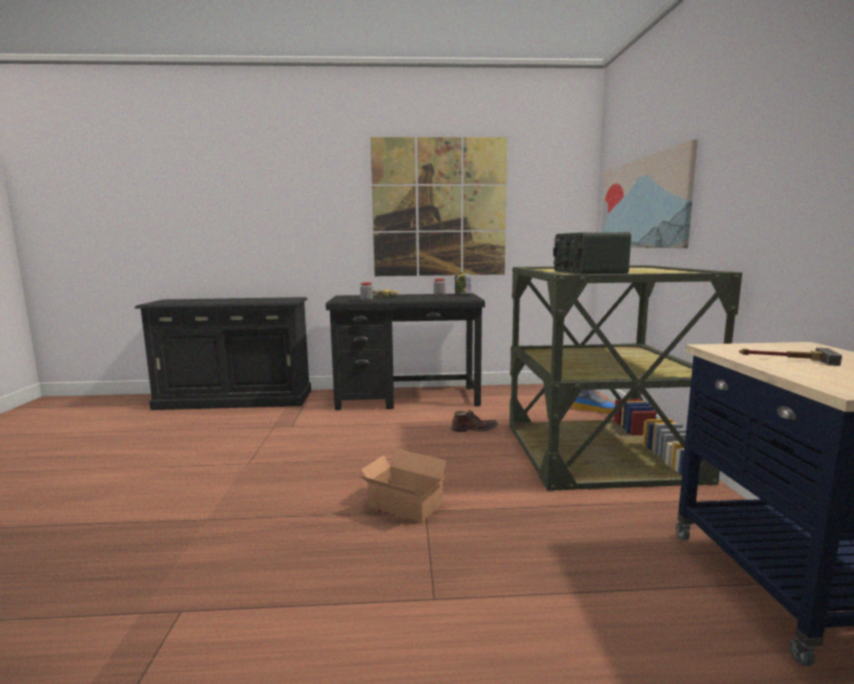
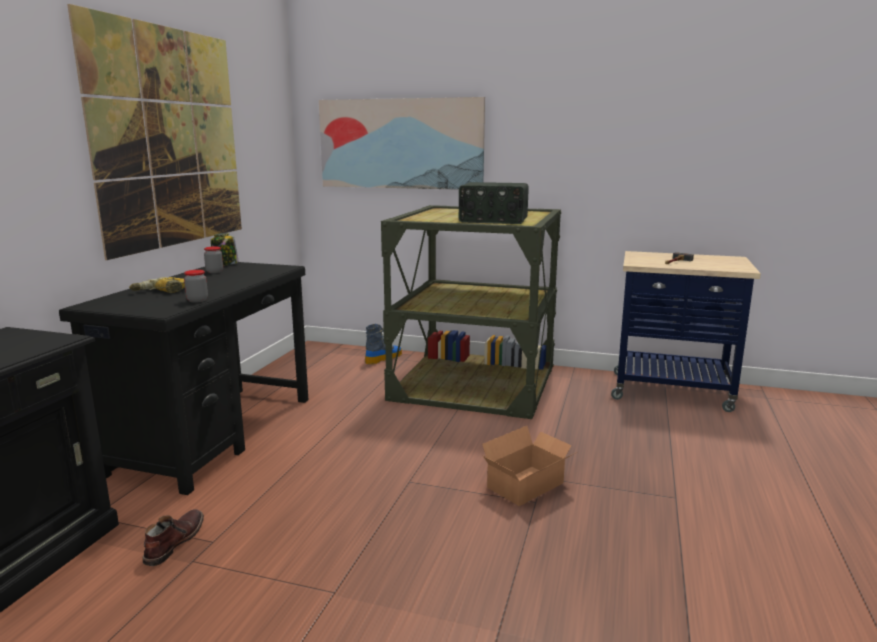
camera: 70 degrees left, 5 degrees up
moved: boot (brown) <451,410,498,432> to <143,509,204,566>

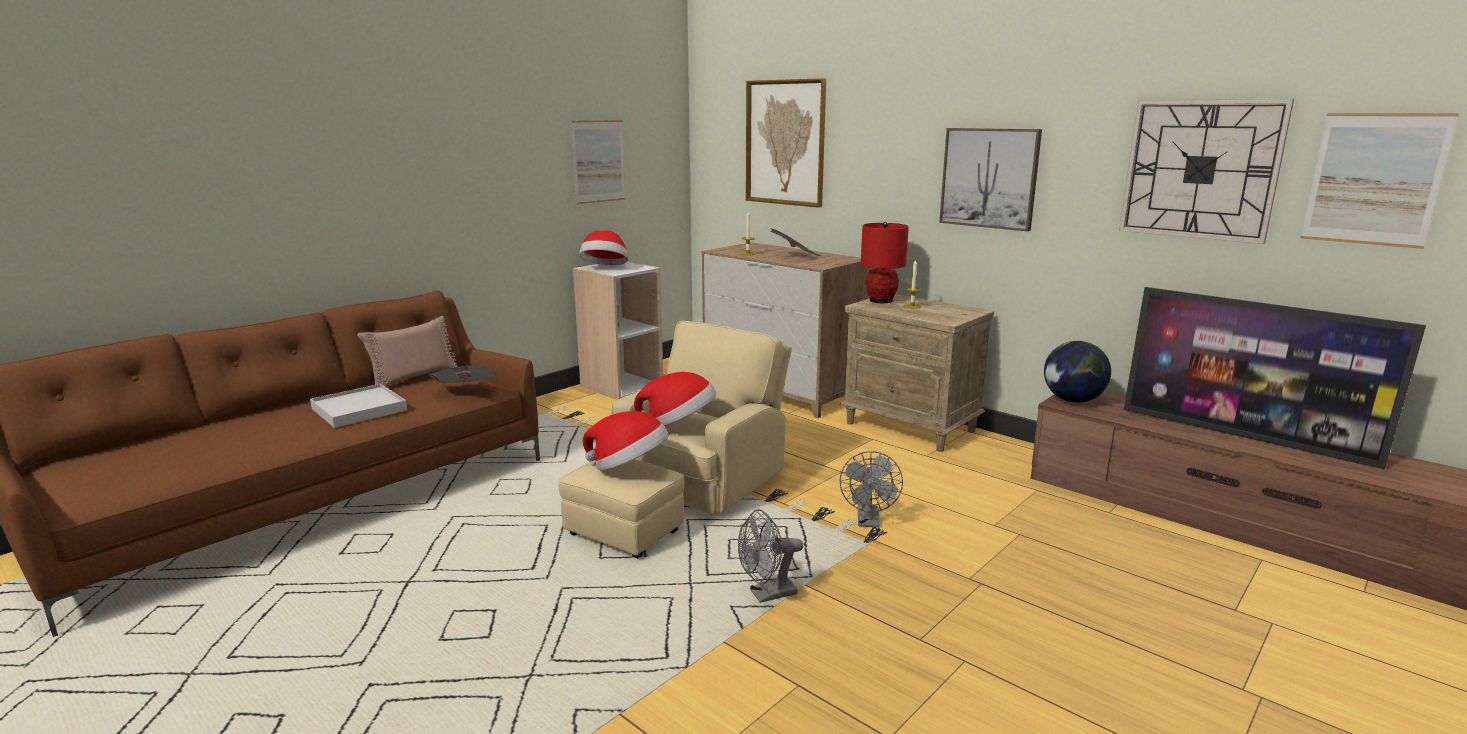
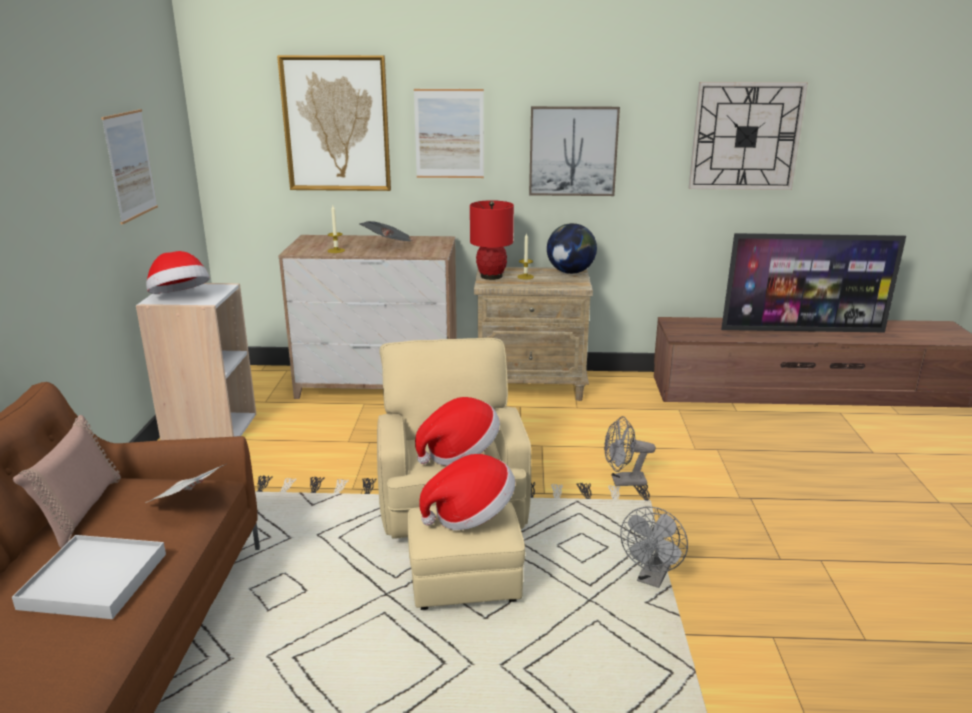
camera: 40 degrees left, 5 degrees up
moved: wall picture <1301,113,1459,249> to <414,89,484,178>; world globe <1044,341,1111,403> to <547,223,597,274>
turned: electric fan (greyish) <840,451,903,528> = <604,416,656,486> 120 degrees clockwise

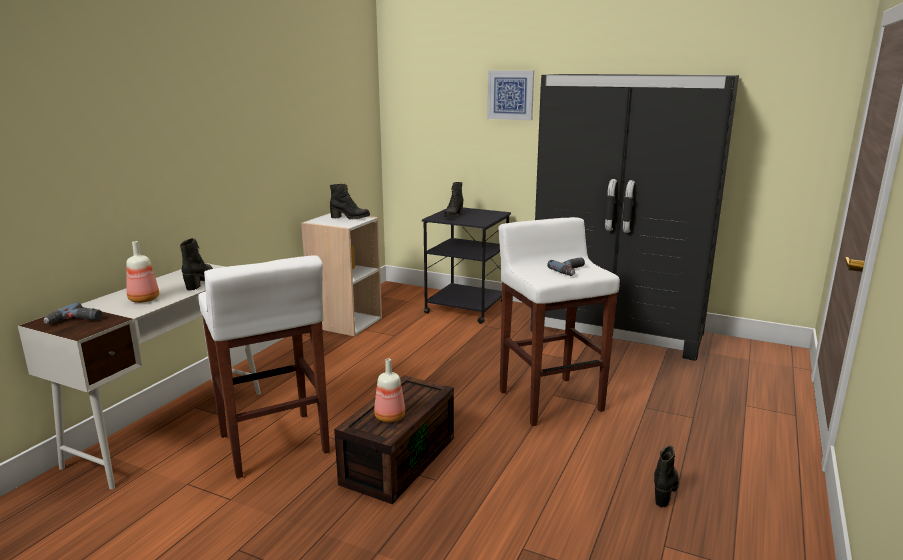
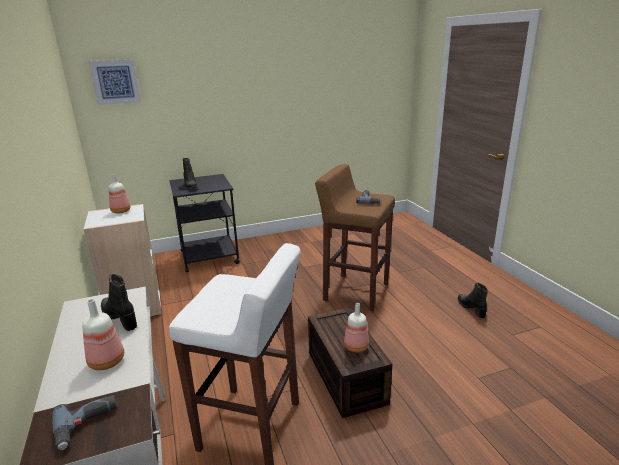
camera: 45 degrees left, 5 degrees up
removed: storage cabinet (black-coloured) <530,74,739,361>
moved: wall picture <487,70,534,121> to <89,59,141,105>
replaced: boot (black-coloured) <330,184,370,220> to drink bottle <109,173,130,213>
recoloured: sitting stool (white) <498,217,620,426> to sitting stool (brown) <315,164,395,311>

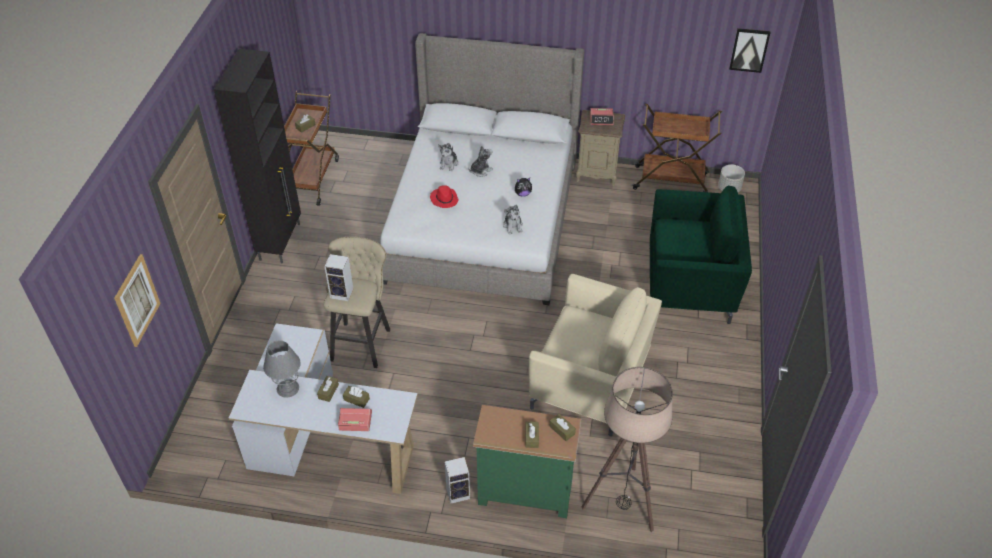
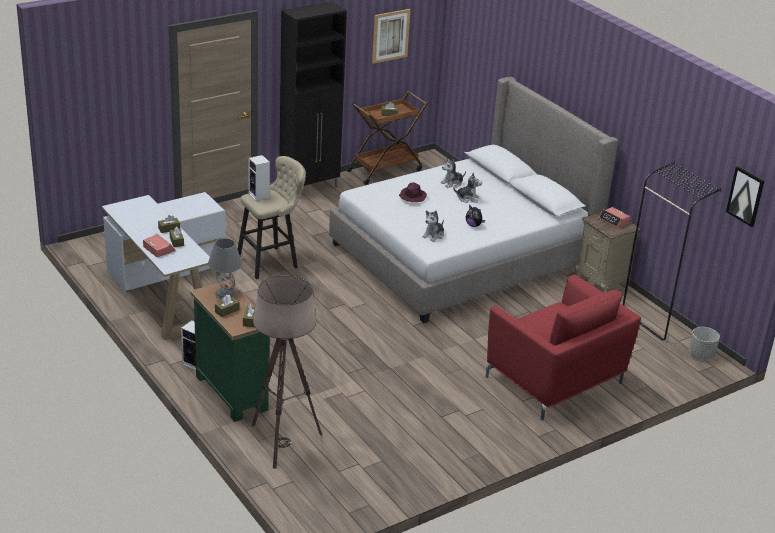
camera: 45 degrees right, 15 degrees down
removed: lounge chair (sand-coloured) <529,274,662,436>
moved: wall picture <114,254,161,347> to <372,9,411,64>; lamp for a table (greyish) <263,340,301,398> to <208,238,242,299>
replaced: cart (brown) <631,104,722,192> to garment rack (black-coloured) <623,161,721,340>
recoloured: clothing hat (reddish) <430,185,458,208> to clothing hat (purple) <399,182,427,202>; lounge chair (greenish) <650,186,752,324> to lounge chair (reddish) <485,275,641,421>

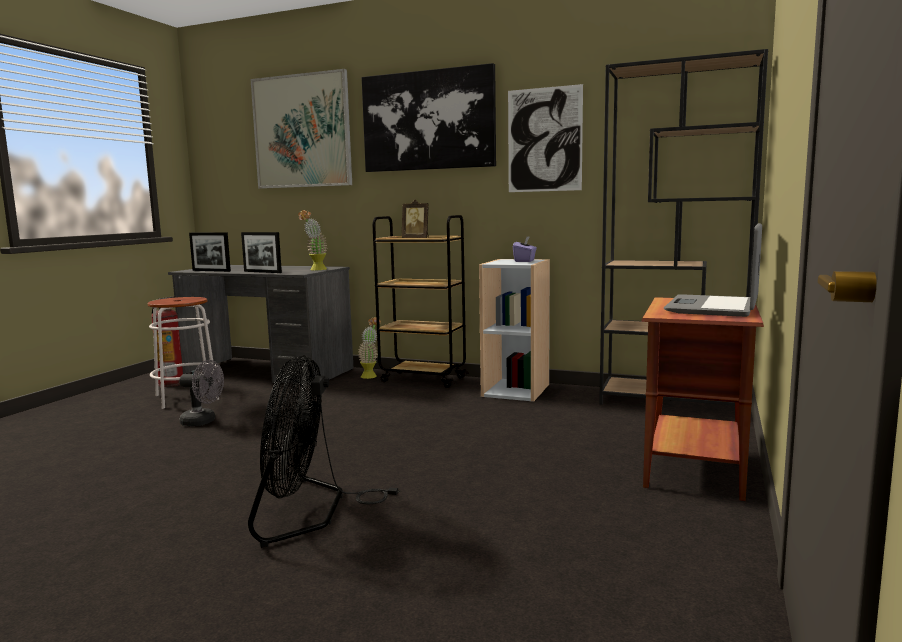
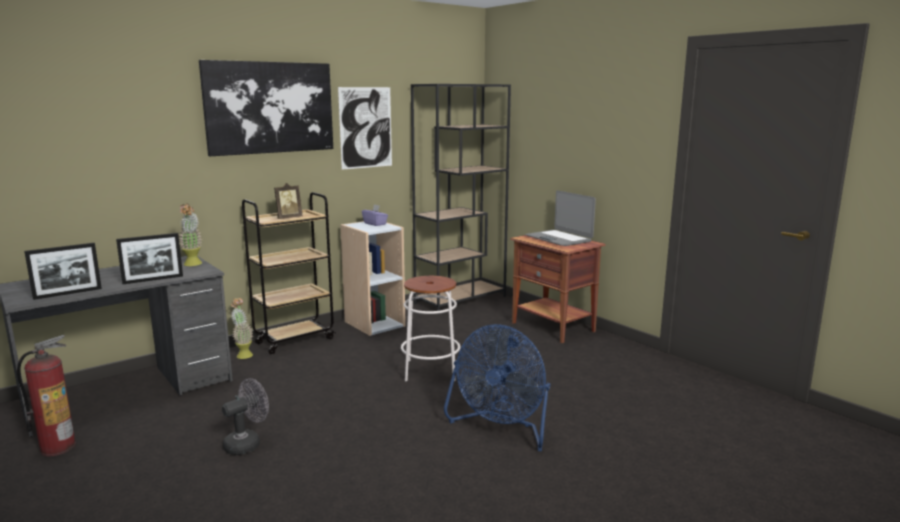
camera: 60 degrees left, 5 degrees up
removed: wall picture <250,69,352,189>
moved: sitting stool (white) <148,297,219,409> to <401,276,460,381>
recoloured: electric fan (black-coloured) <248,355,401,548> to electric fan (blue) <444,324,550,451>

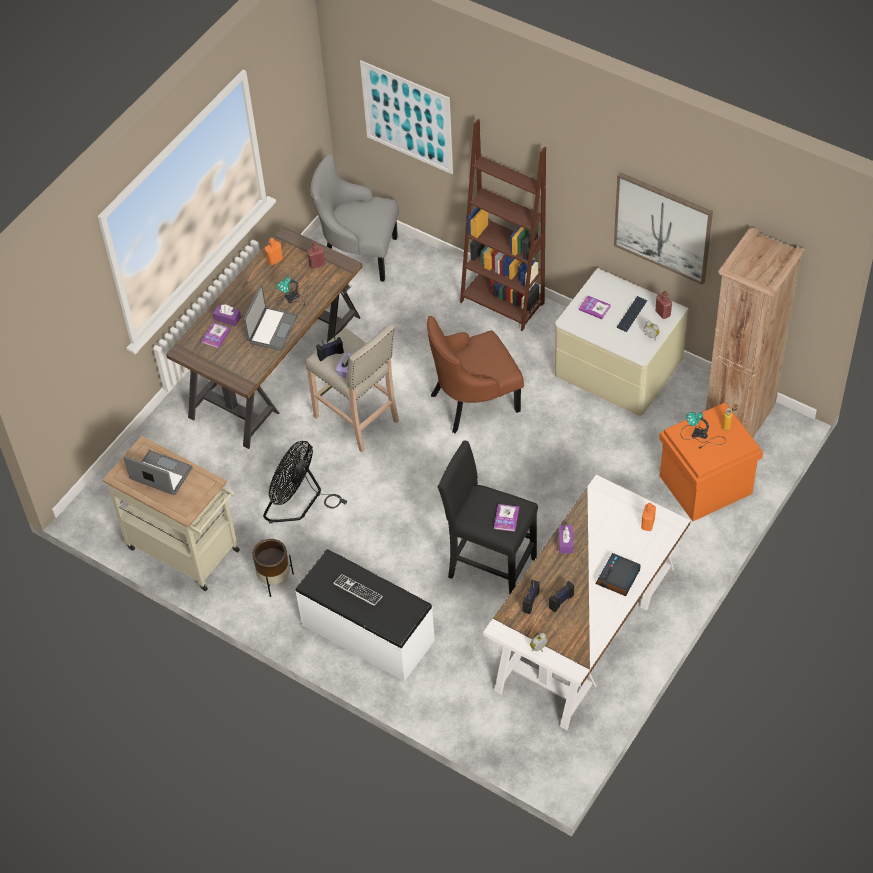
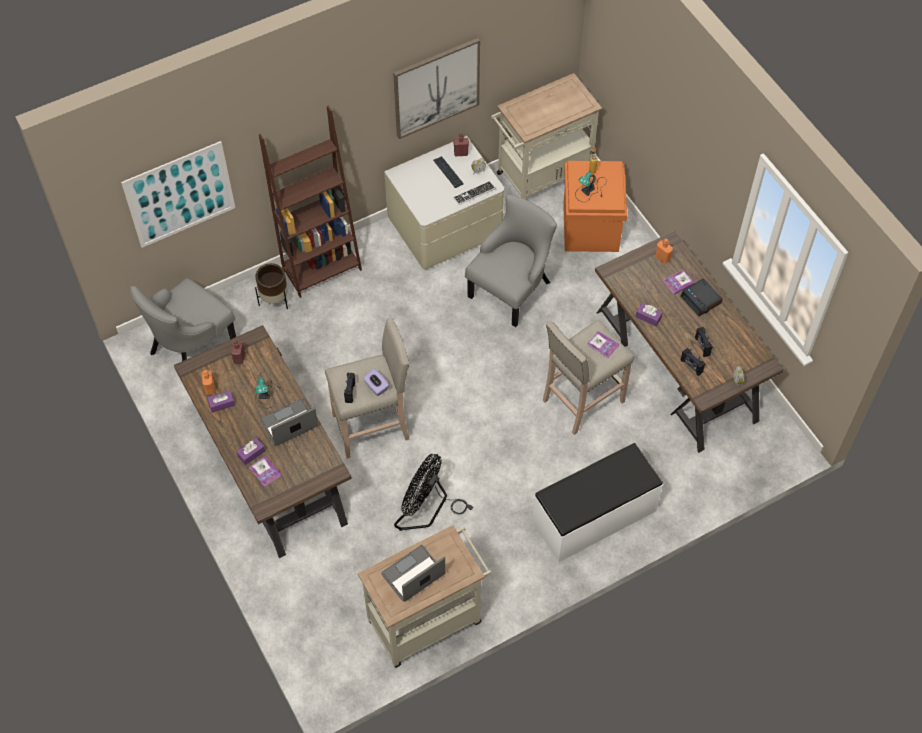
camera: 65 degrees left, 5 degrees up
removed: upright chair (brown) <427,316,524,433>
added: upright chair (greyish) <465,194,557,327>; tissue holder (purple) <207,390,235,413>
moved: volume <579,296,611,319> to <663,270,695,295>; flower pot (brown) <253,539,294,597> to <255,263,288,310>; computer keyboard <333,574,383,606> to <453,181,495,205>
replaced: storage cabinet (brown) <706,227,805,438> to cart (sand-coloured) <491,73,602,199>
recoloured: sitting stool (black-coloured) <438,441,538,595> to sitting stool (sand-coloured) <543,320,634,435>; desk unit (white) <483,475,691,730> to desk unit (brown) <595,231,784,453>
turned: portable computer <243,285,298,351> = <260,399,318,446> 75 degrees counterclockwise; electric fan (black-coloured) <263,441,347,523> = <394,454,473,531> 60 degrees clockwise

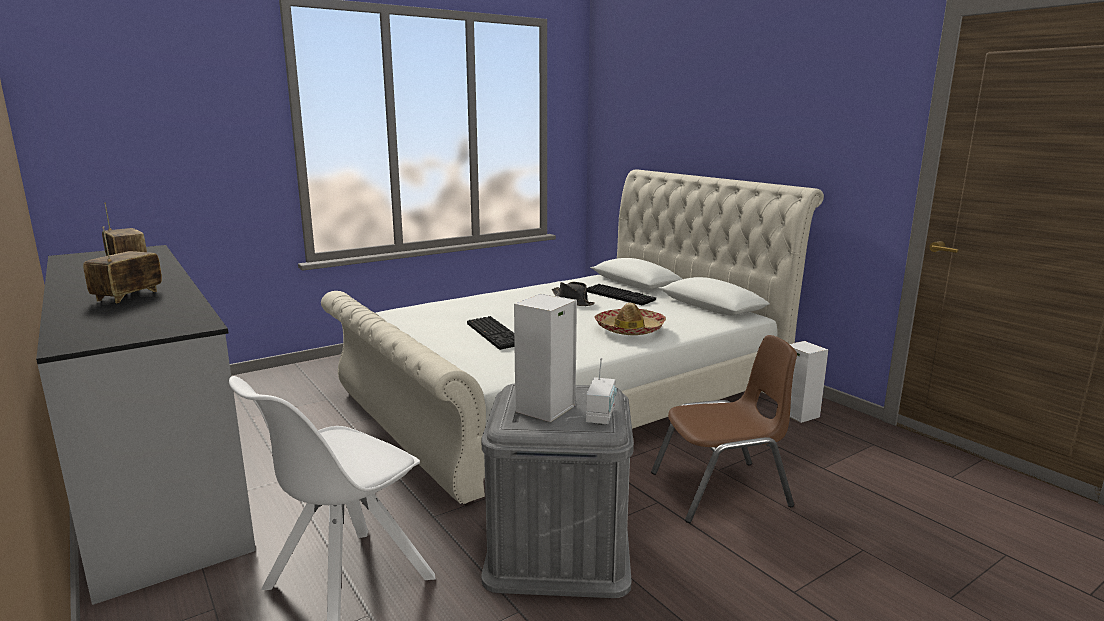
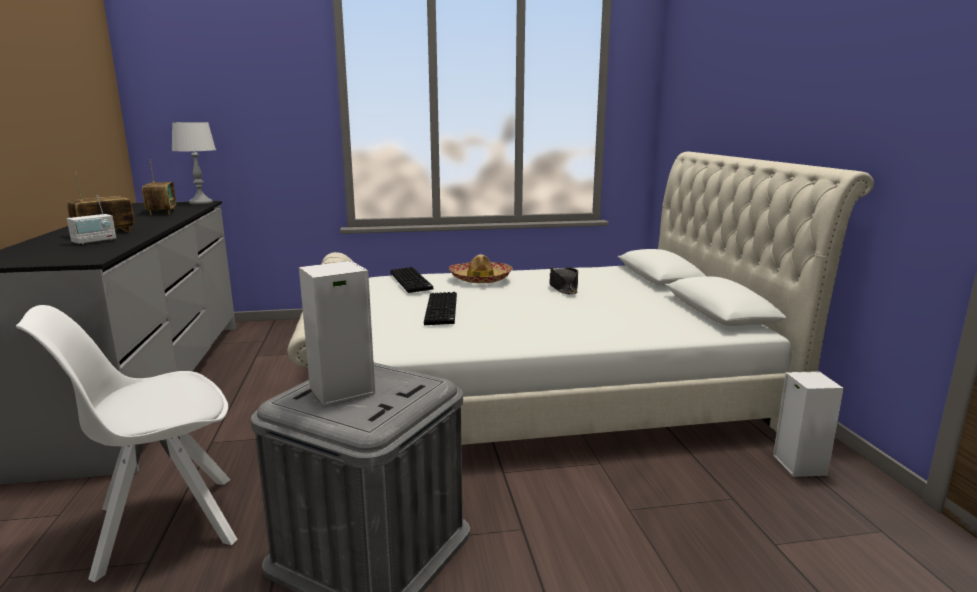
camera: 25 degrees right, 0 degrees up
removed: upright chair (brown) <651,335,797,523>
added: lamp for a table (greyish) <172,122,216,204>
moved: computer keyboard <587,284,656,305> to <390,267,433,293>; clothing hat <594,303,666,335> to <449,254,513,283>; radio <586,358,617,424> to <67,196,116,245>

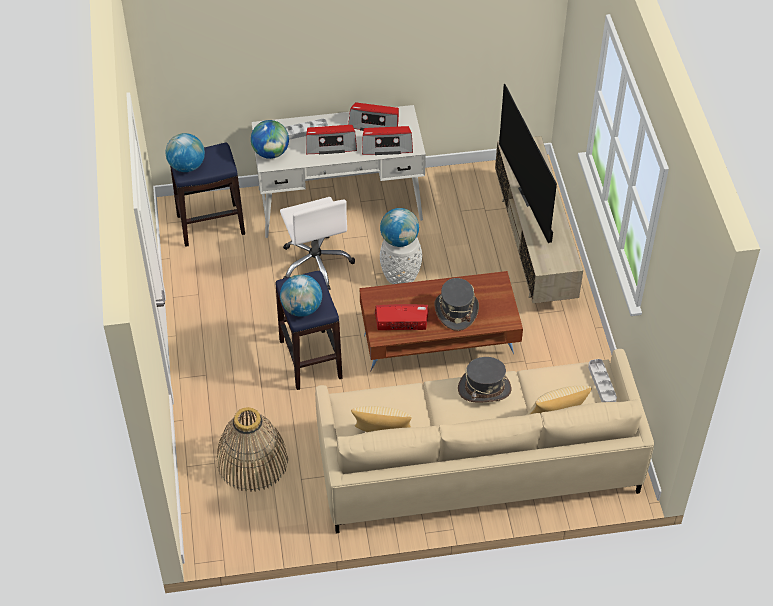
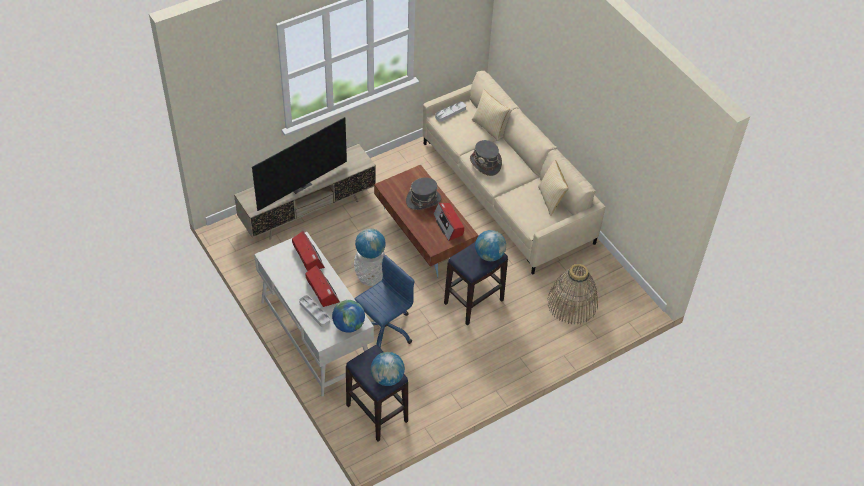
camera: 115 degrees left, 0 degrees up
removed: radio <348,102,399,131>
recoloured: desk chair (white) <280,197,355,290> to desk chair (blue) <354,255,415,348>

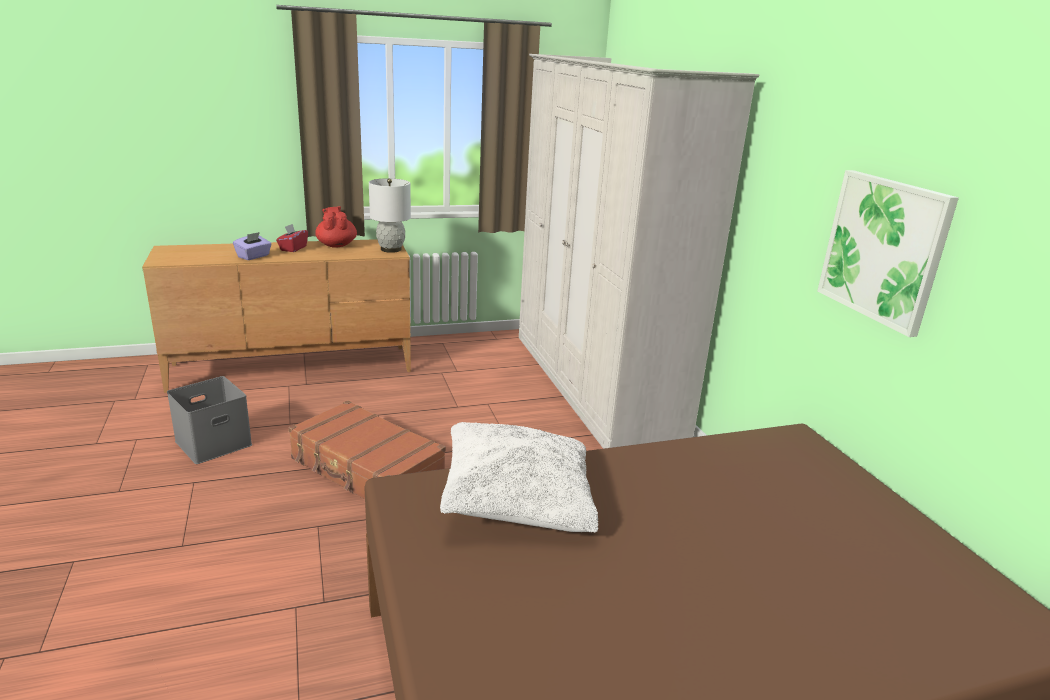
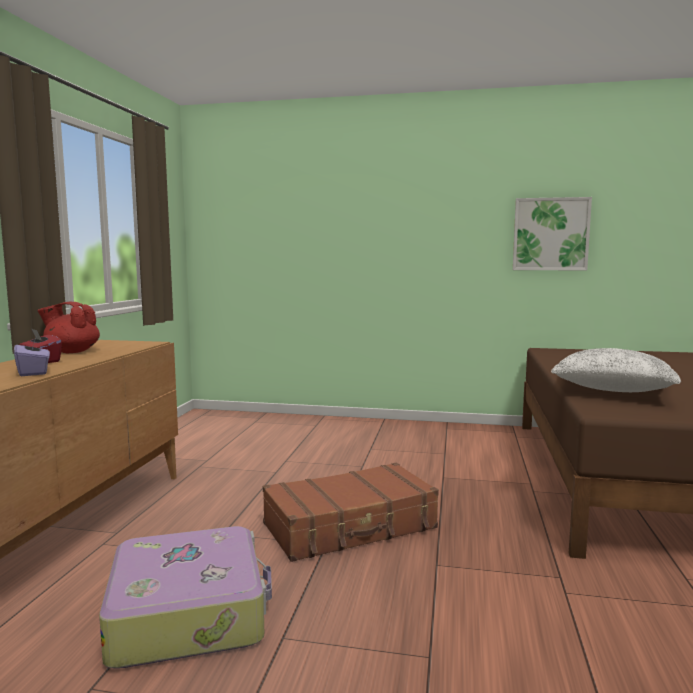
camera: 60 degrees left, 15 degrees down
removed: clothes cupboard (white) <519,54,760,449>; lamp for a table (white) <369,178,411,253>
replaced: storage bin (greyish) <167,376,252,464> to travel case <99,526,272,668>

